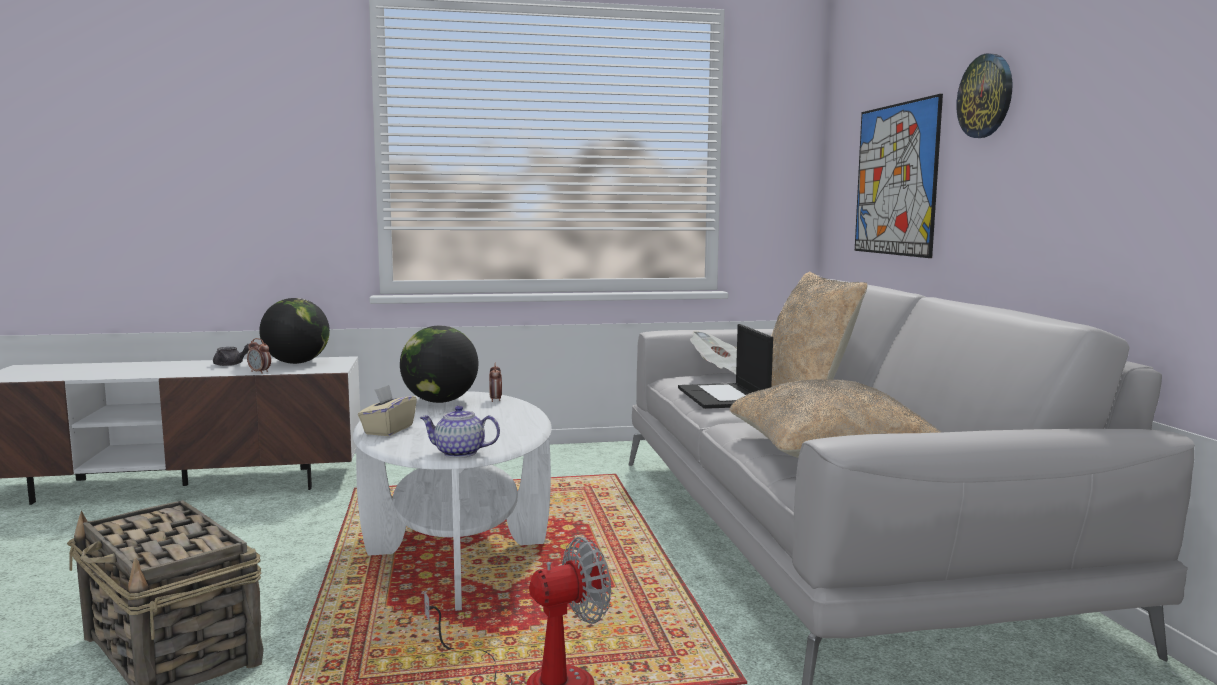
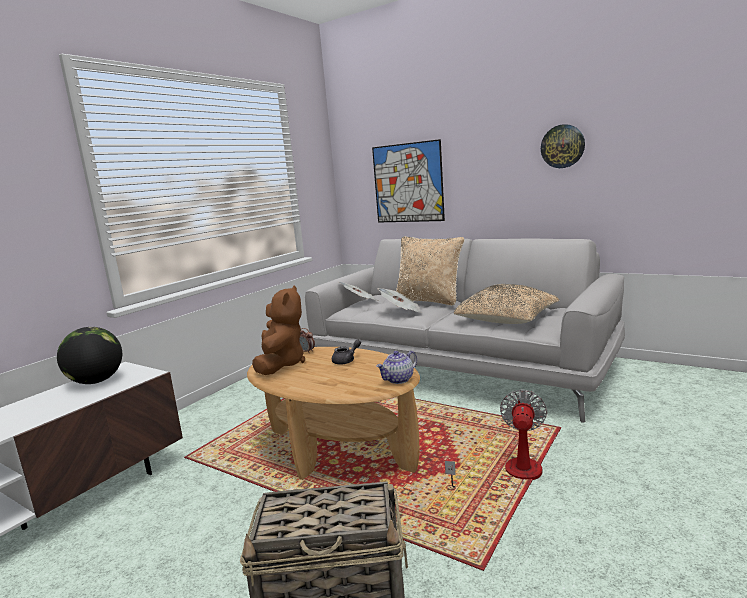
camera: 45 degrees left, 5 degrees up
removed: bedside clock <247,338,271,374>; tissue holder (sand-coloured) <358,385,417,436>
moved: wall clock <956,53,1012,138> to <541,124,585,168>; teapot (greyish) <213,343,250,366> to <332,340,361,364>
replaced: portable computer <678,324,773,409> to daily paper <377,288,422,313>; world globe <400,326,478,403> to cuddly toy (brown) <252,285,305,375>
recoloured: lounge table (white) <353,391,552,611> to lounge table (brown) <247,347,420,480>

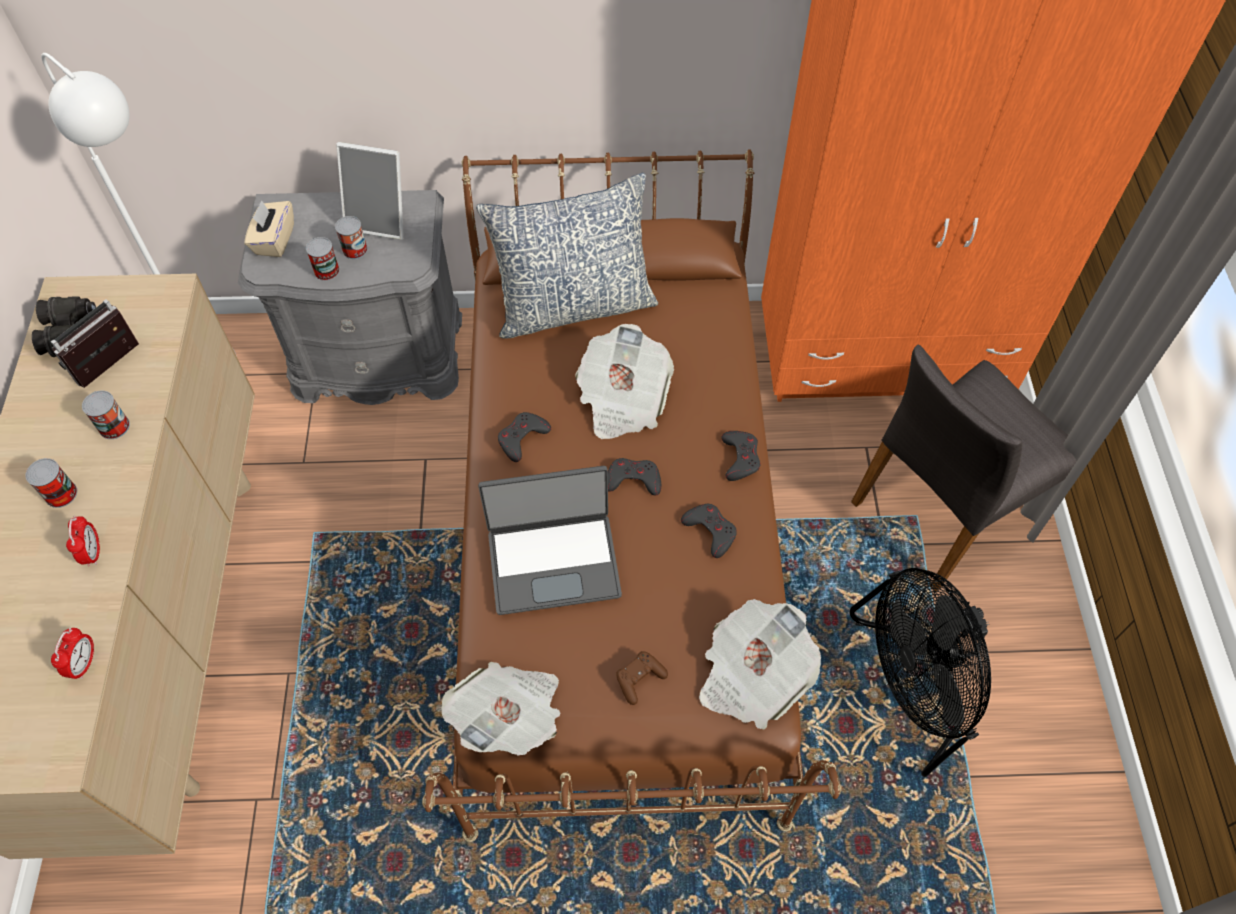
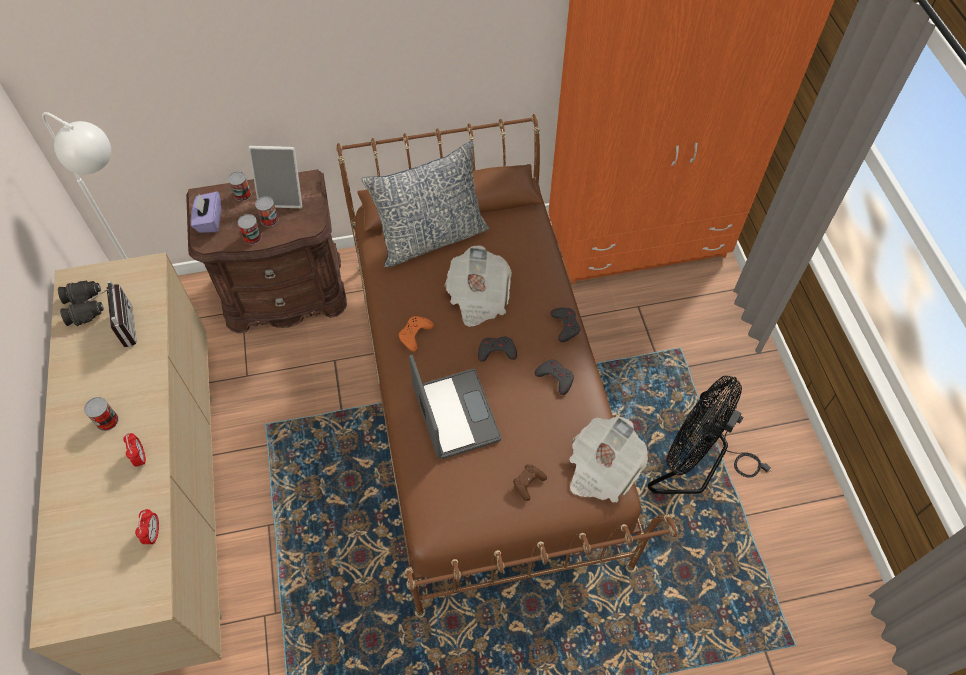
camera: 10 degrees left, 0 degrees up
removed: upright chair (greyish) <851,344,1076,591>; daily paper <441,662,561,756>
moved: metal can <82,391,130,439> to <228,171,252,201>
recoloured: nightstand (greyish) <238,190,462,405> to nightstand (brown) <186,169,347,333>; tissue holder (sand-coloured) <244,200,294,257> to tissue holder (purple) <191,191,222,233>; game controller (greyish) <498,412,551,462> to game controller (orangey) <399,316,434,352>
turned: radio <51,299,139,388> = <85,281,137,347> 135 degrees clockwise; portable computer <478,466,622,615> = <409,355,501,459> 90 degrees counterclockwise; electric fan (black-coloured) <850,568,991,777> = <648,376,771,494> 60 degrees clockwise

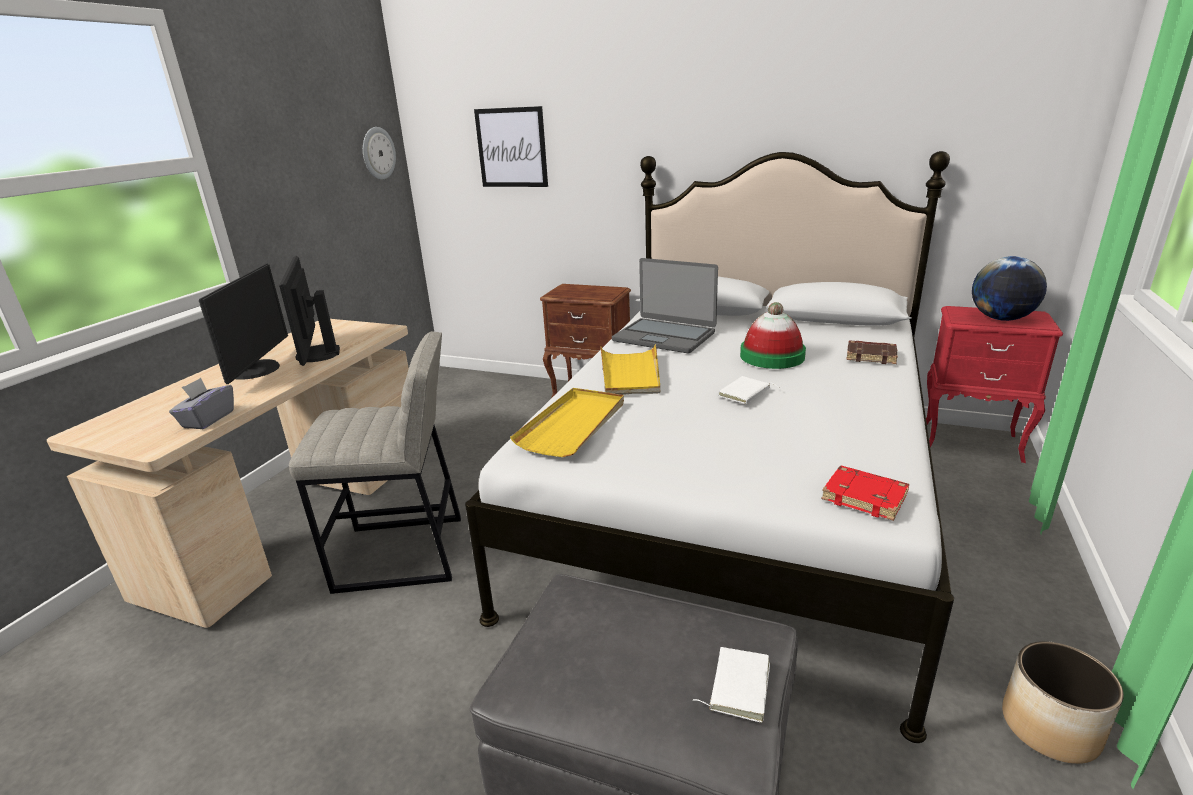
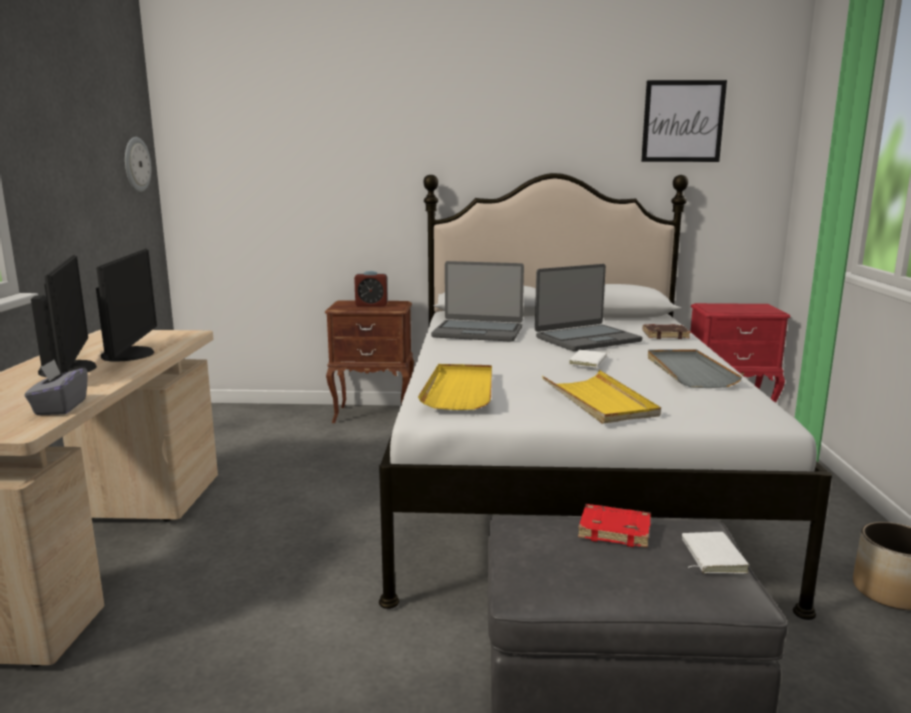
camera: 20 degrees left, 10 degrees down
removed: world globe <972,256,1047,321>; upright chair (greyish) <289,331,461,594>
added: bedside clock <354,271,388,306>; carrying tray (greyish) <648,349,742,388>
moved: wall picture <474,106,548,187> to <641,80,727,162>; carrying tray (yellow) <600,344,660,395> to <542,370,661,424>; volume (reddish) <821,466,909,521> to <578,504,651,548>
replaced: clothing hat <740,302,806,369> to portable computer <535,264,642,351>
turned: computer display <279,256,340,366> = <96,249,157,361> 150 degrees counterclockwise

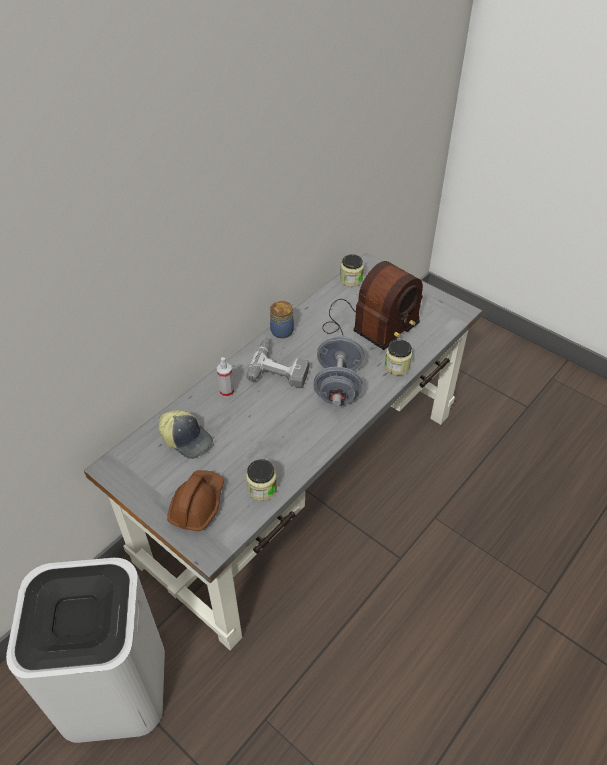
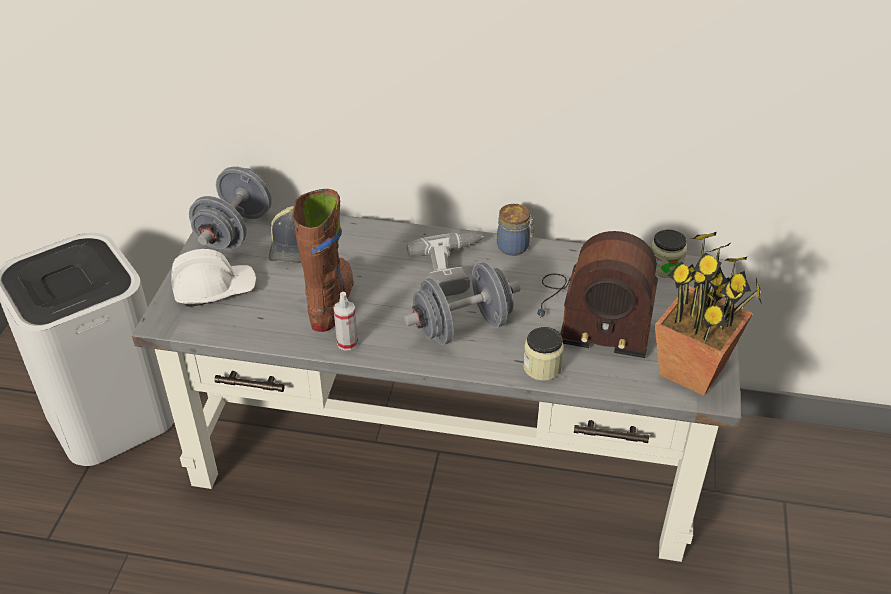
camera: 60 degrees right, 5 degrees down
removed: preserve jar <246,459,277,501>
added: hand weight (greyish) <189,166,272,250>; boot (brown) <292,189,354,332>; houseplant <655,232,762,396>
moved: spray bottle <217,357,234,397> to <333,292,358,351>
recoloured: safety helmet (brown) <167,470,224,531> to safety helmet (white) <171,249,256,307>

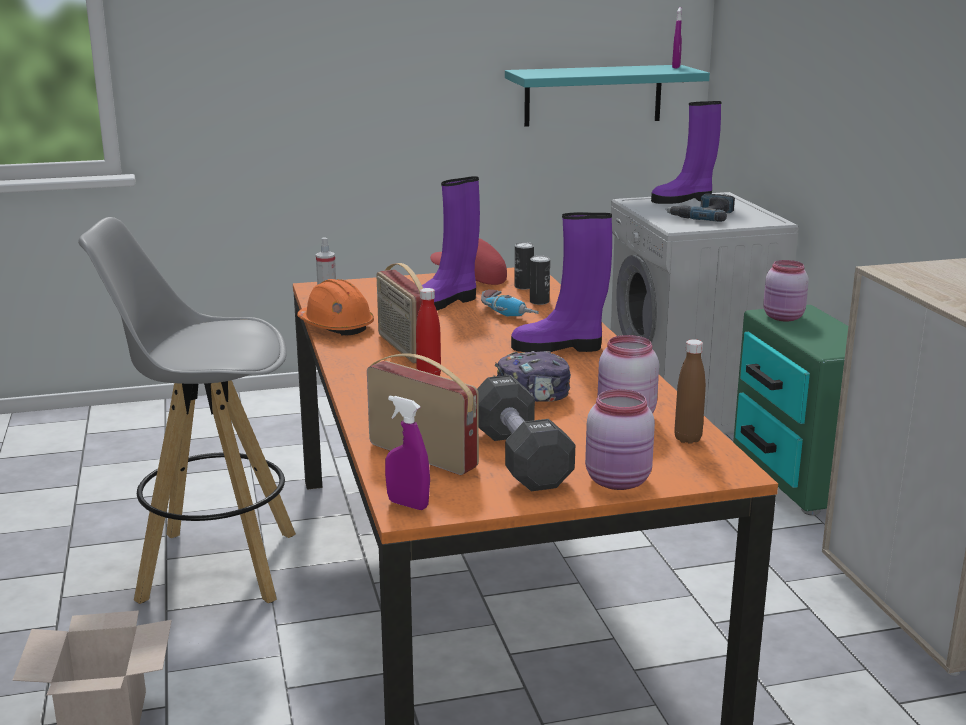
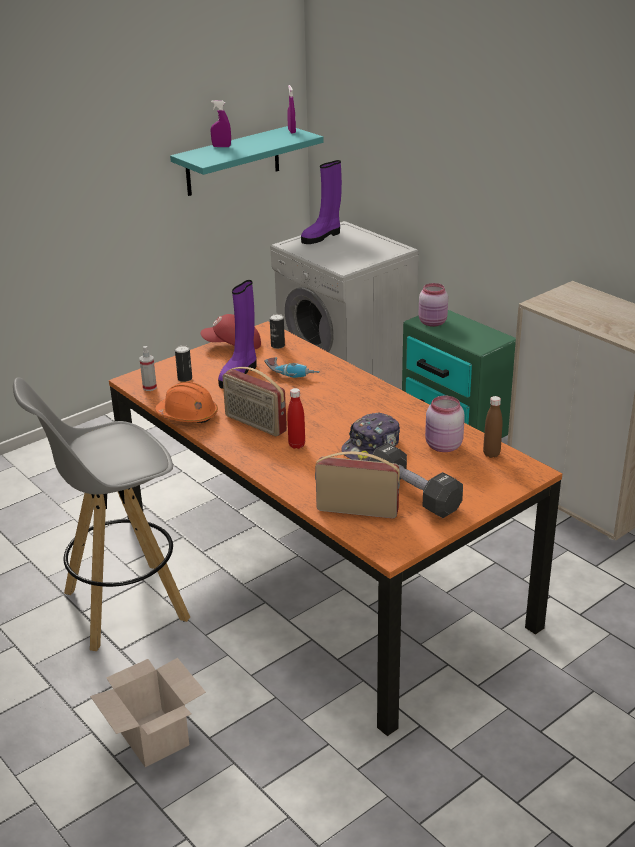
camera: 25 degrees left, 10 degrees up
removed: power drill <665,193,735,222>; boot (purple) <511,212,612,352>; preserve jar (pinkish) <585,389,655,490>
moved: metal can <530,255,550,305> to <175,345,192,382>; spray bottle (purple) <385,396,430,510> to <211,100,231,147>

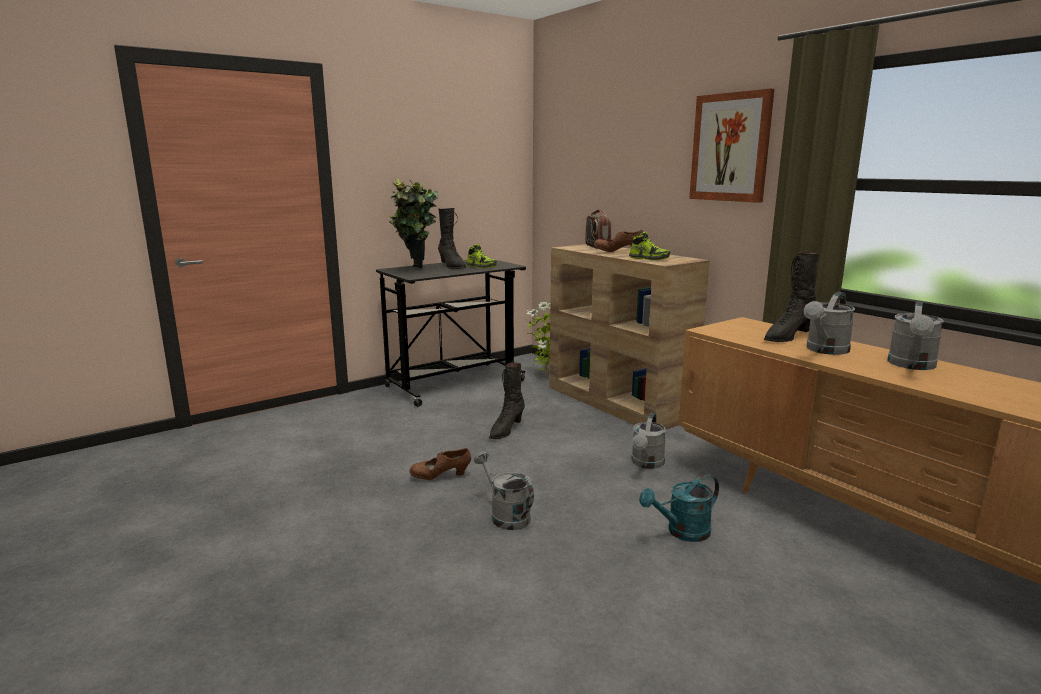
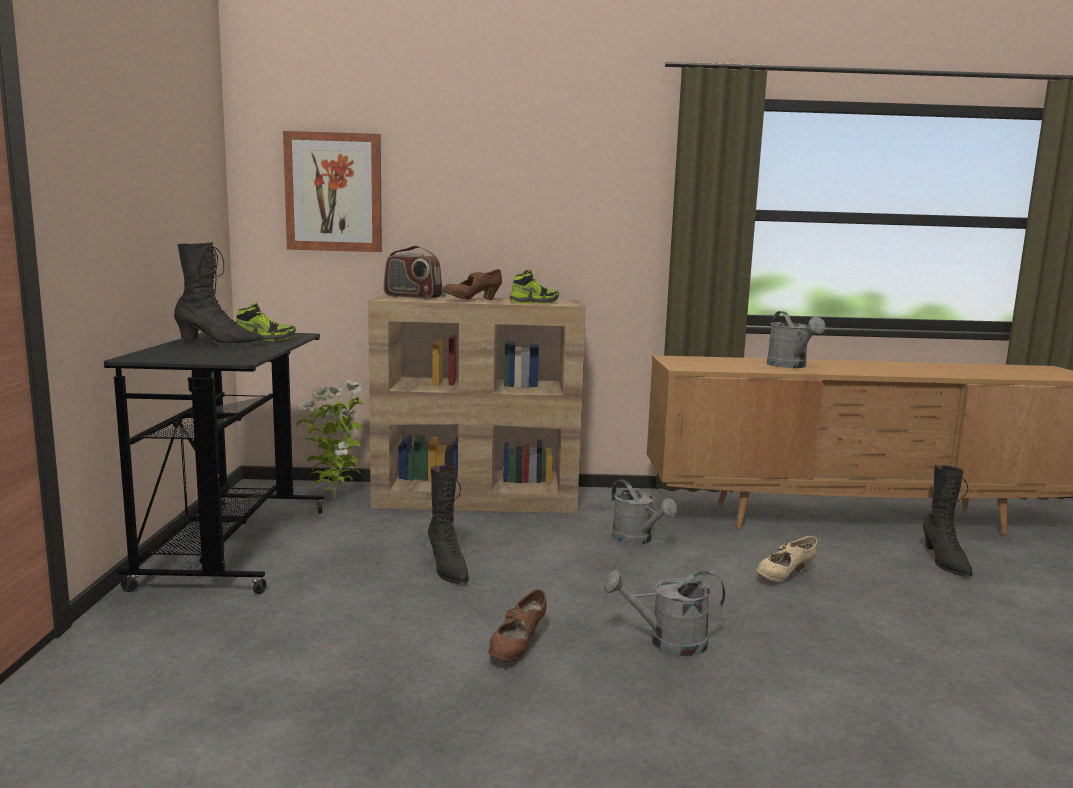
camera: 55 degrees left, 5 degrees down
removed: houseplant <388,179,438,268>; watering pot (greyish) <887,301,944,370>
moved: wall picture <689,89,775,203> to <283,131,382,252>; boot (black-coloured) <764,252,820,342> to <923,465,973,577>
replaced: watering pot (blue-green) <639,475,719,542> to item of footwear (sand-coloured) <756,536,818,582>

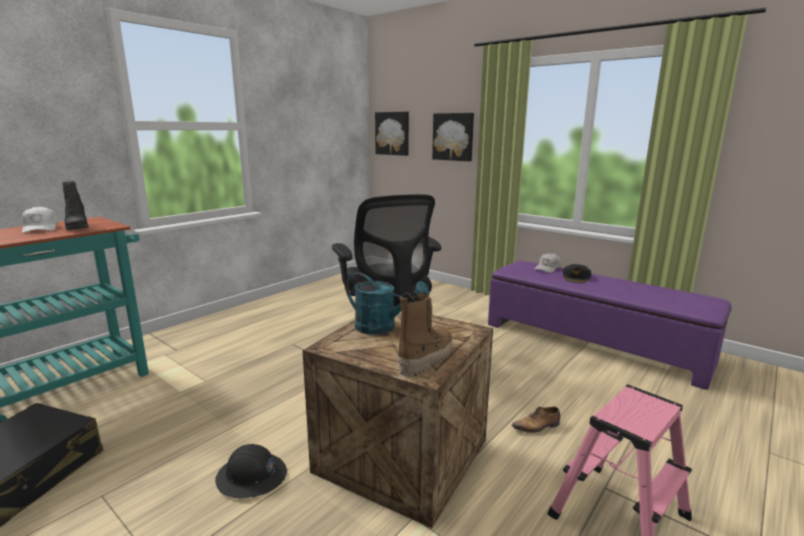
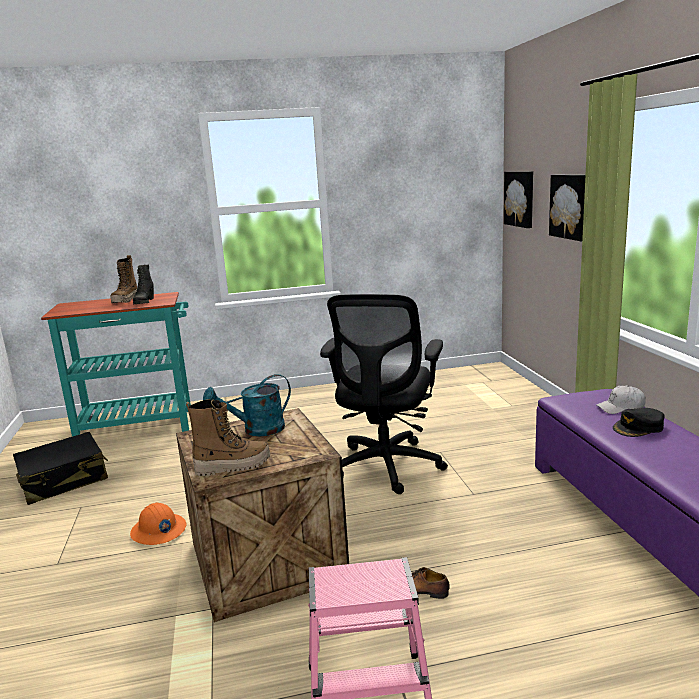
camera: 40 degrees right, 0 degrees up
replaced: cap (white) <21,206,58,233> to boot <110,255,137,303>
recoloured: safety helmet (black-coloured) <215,444,287,498> to safety helmet (orangey) <130,503,187,545>
turned: watering pot (blue-green) <346,272,430,334> = <203,374,291,436> 90 degrees clockwise

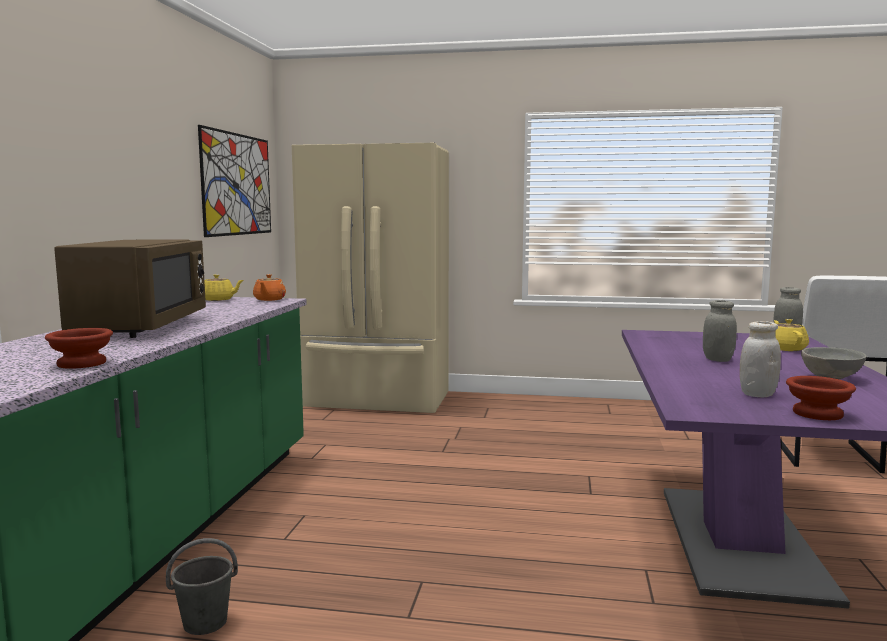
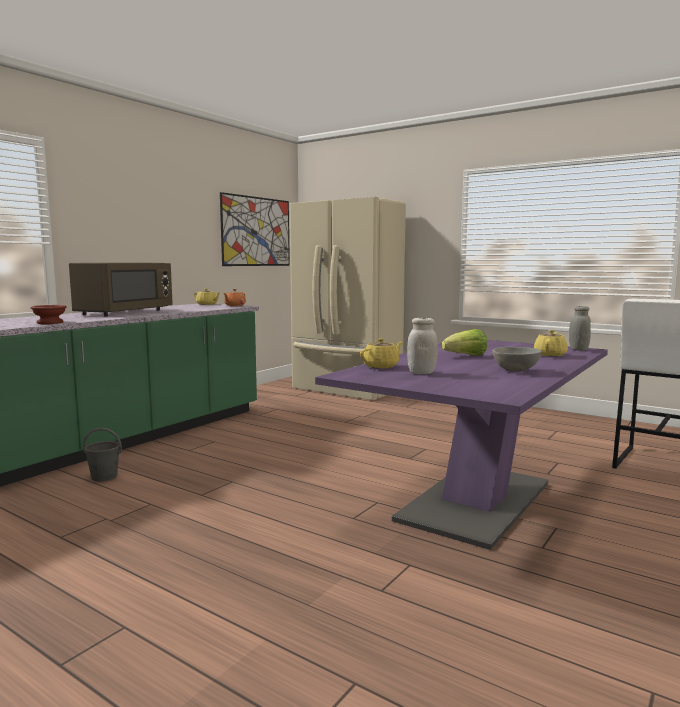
camera: 25 degrees right, 0 degrees up
removed: deep dish (brown) <786,376,856,420>
added: teapot (yellow) <360,338,403,369>
replaced: preserve jar (greyish) <703,300,737,362> to lettuce head <442,329,487,356>

